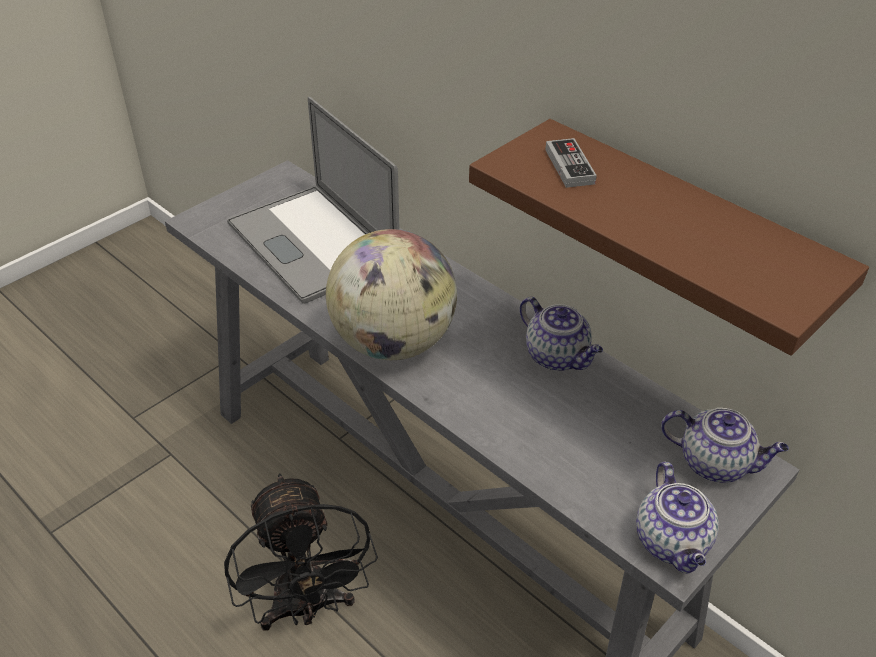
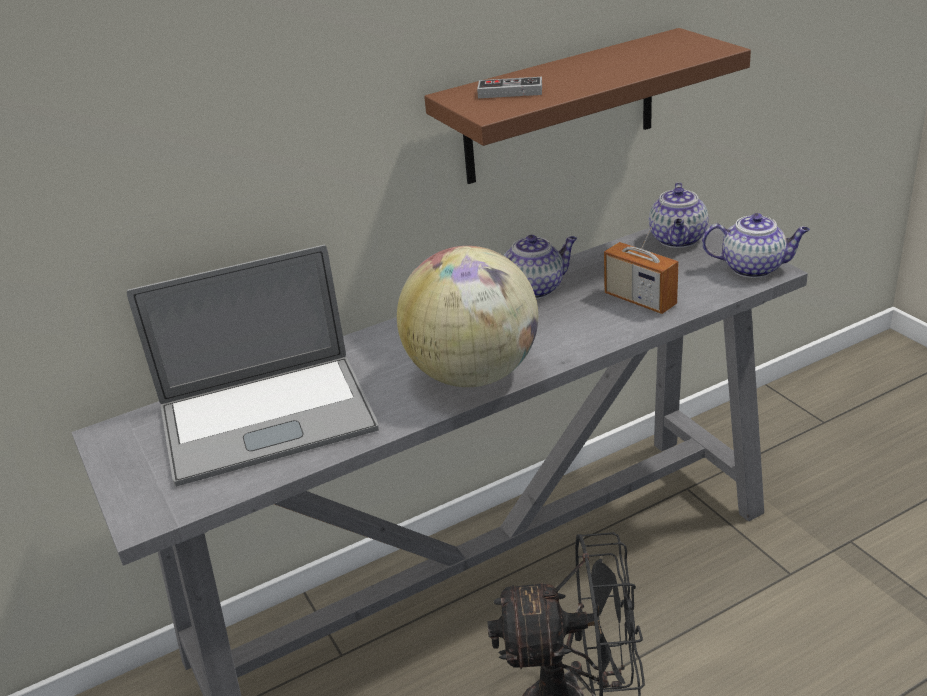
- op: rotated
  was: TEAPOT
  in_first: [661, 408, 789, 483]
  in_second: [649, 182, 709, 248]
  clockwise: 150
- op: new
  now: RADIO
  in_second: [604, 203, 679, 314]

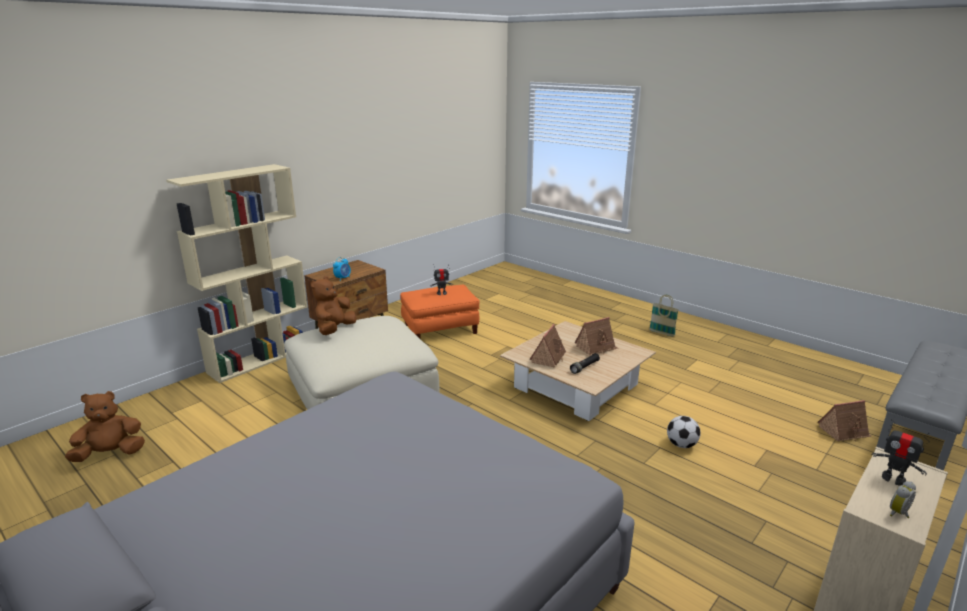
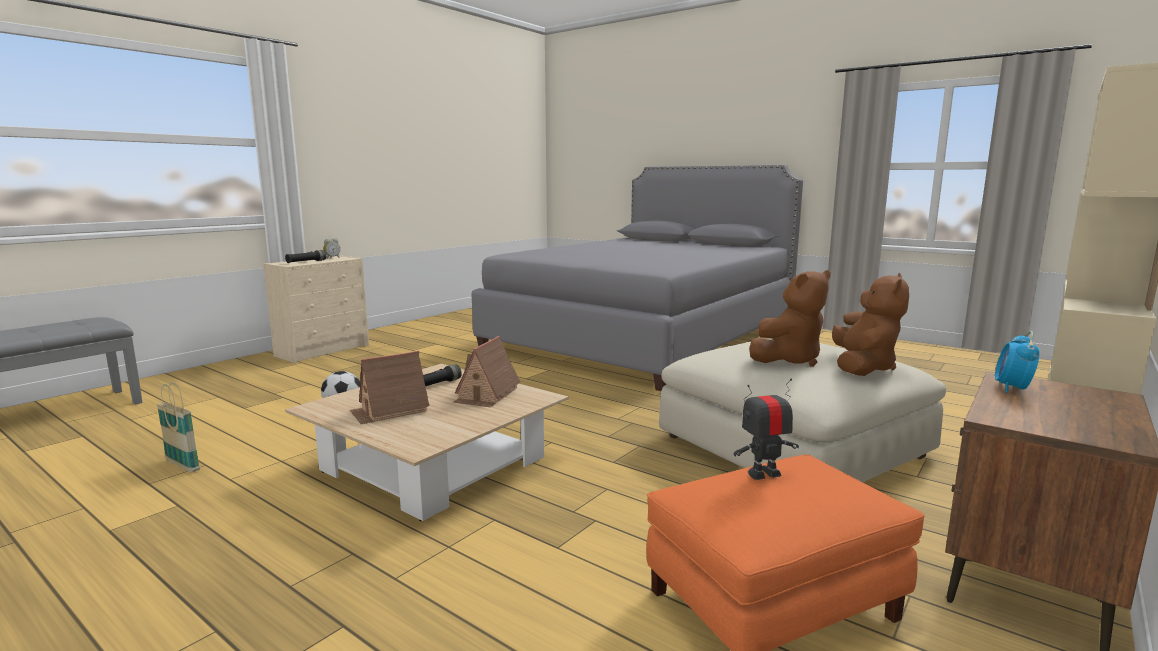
- op: shifted
  was: BROWNISH SOFT TOY
  in_first: [65, 391, 145, 462]
  in_second: [749, 270, 831, 367]
- op: shifted
  was: STORAGE BASKET
  in_first: [649, 295, 679, 336]
  in_second: [157, 382, 200, 473]
- op: gone
  was: MINIATURE HOUSE
  in_first: [817, 400, 872, 442]
- op: swapped
  was: TOY ROBOT
  now: BLACKISH TORCH
  in_first: [871, 419, 930, 486]
  in_second: [285, 250, 326, 263]

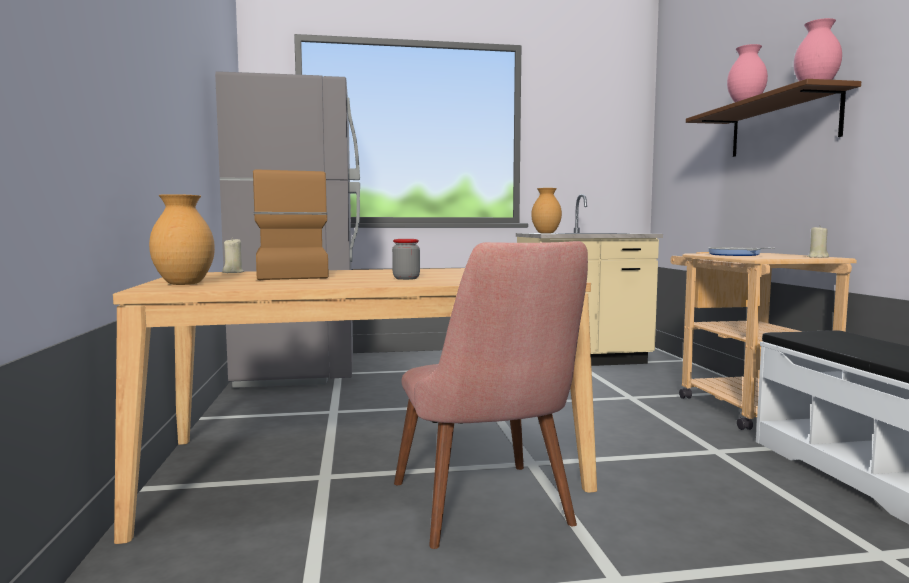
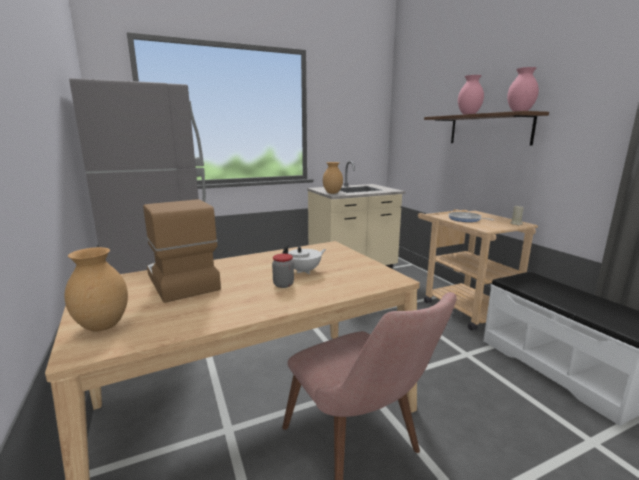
- op: gone
  was: BEIGE-COLOURED WAX LIGHT
  in_first: [222, 239, 244, 273]
- op: new
  now: WHITE TEAPOT
  in_second: [282, 245, 326, 274]

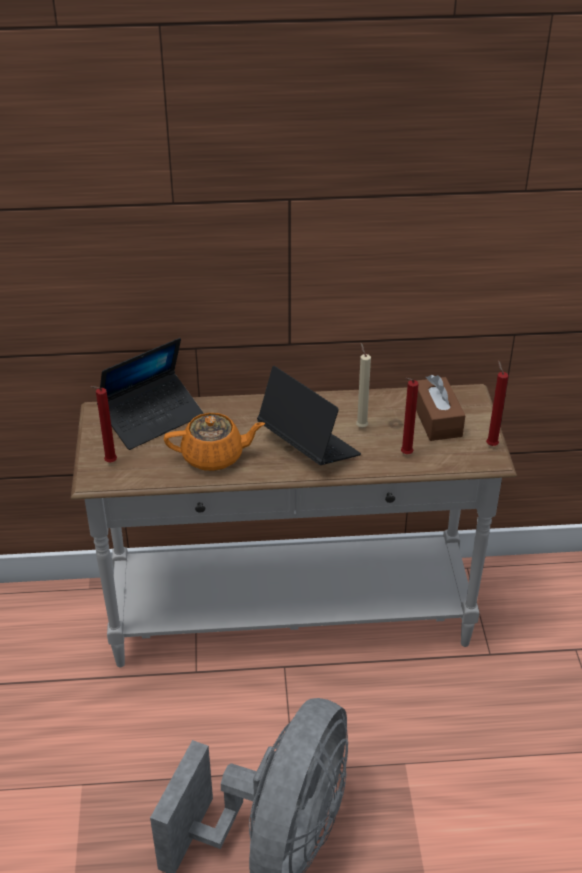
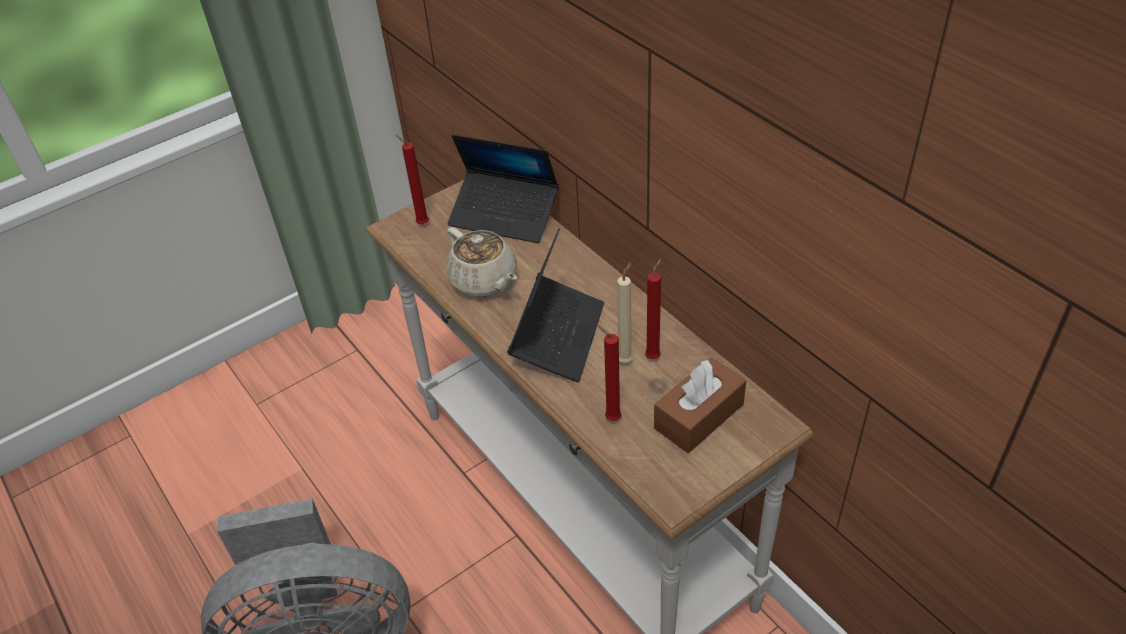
- op: repainted
  was: ORANGE TEAPOT
  now: BEIGE-COLOURED TEAPOT
  in_first: [163, 413, 265, 471]
  in_second: [446, 227, 517, 297]
- op: shifted
  was: RED-COLOURED WAX LIGHT
  in_first: [486, 360, 508, 446]
  in_second: [645, 258, 661, 359]

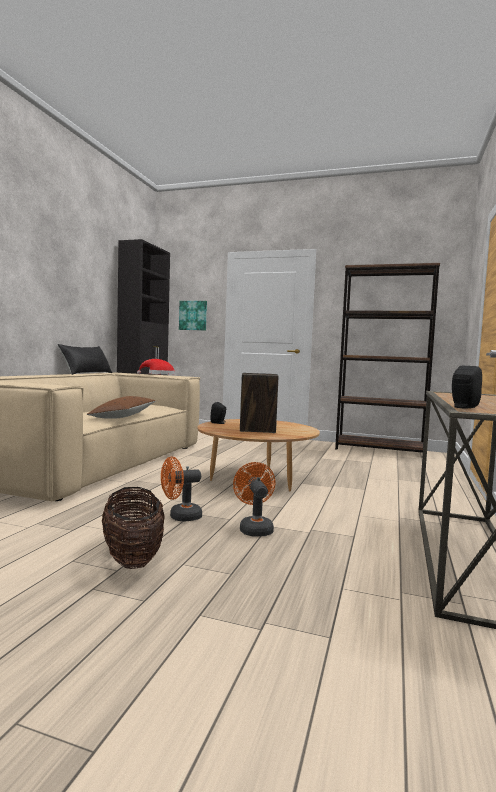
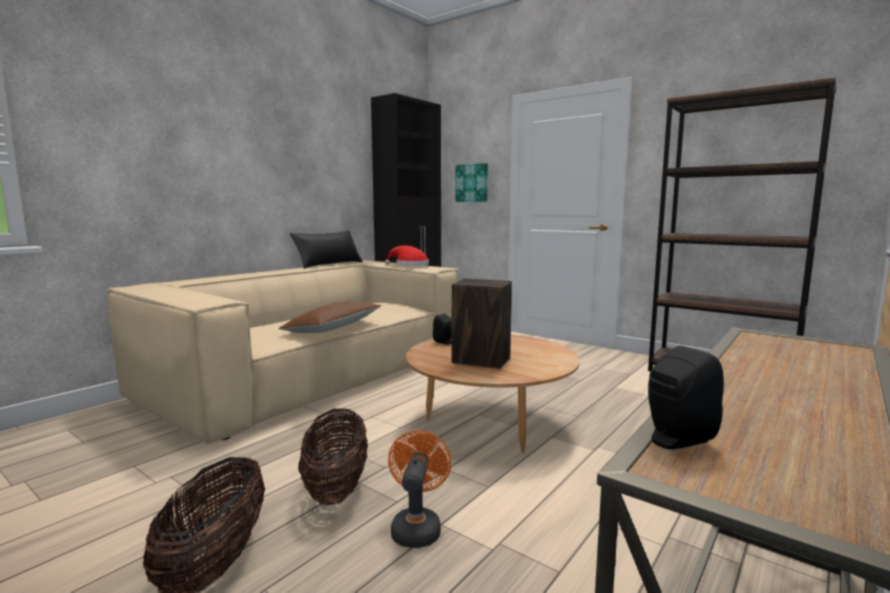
- op: swapped
  was: ORANGE FAN
  now: STORAGE BASKET
  in_first: [161, 456, 202, 522]
  in_second: [298, 409, 368, 505]

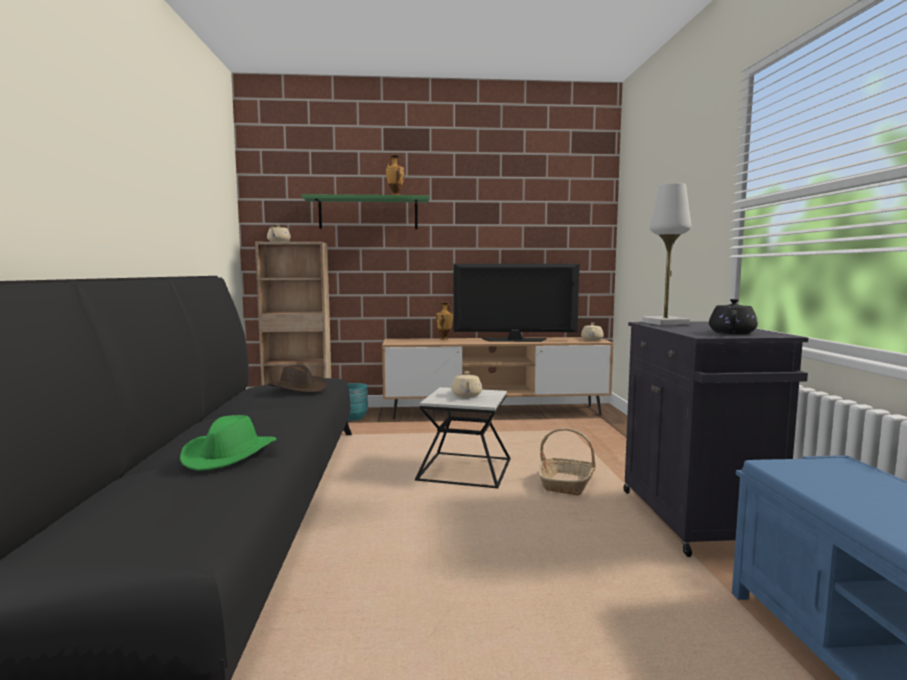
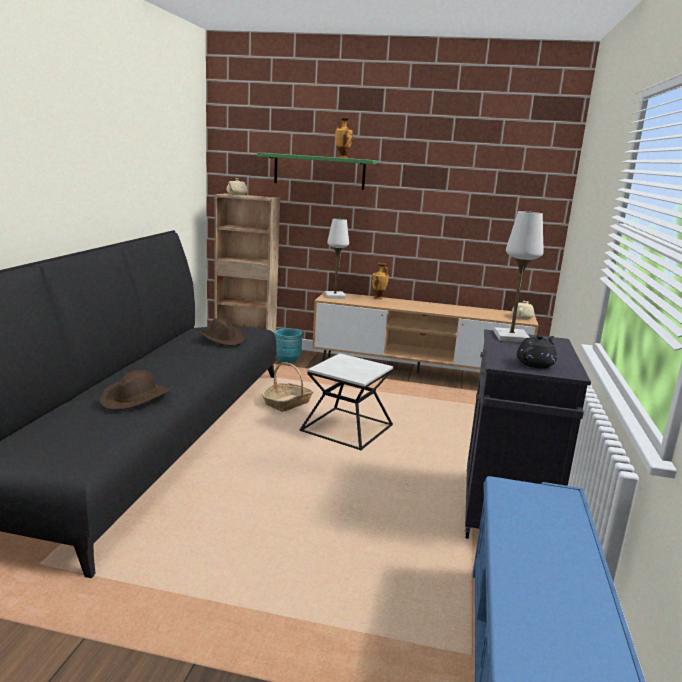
- op: repainted
  was: GREEN CLOTHING HAT
  now: BROWNISH CLOTHING HAT
  in_first: [180, 415, 277, 471]
  in_second: [100, 370, 170, 410]
- op: gone
  was: BEIGE-COLOURED TEAPOT
  in_first: [451, 371, 482, 398]
- op: gone
  was: TELEVISION
  in_first: [454, 264, 579, 342]
- op: shifted
  was: STORAGE BASKET
  in_first: [539, 428, 596, 495]
  in_second: [262, 362, 314, 411]
- op: new
  now: WHITE TABLE LAMP
  in_second: [325, 219, 349, 299]

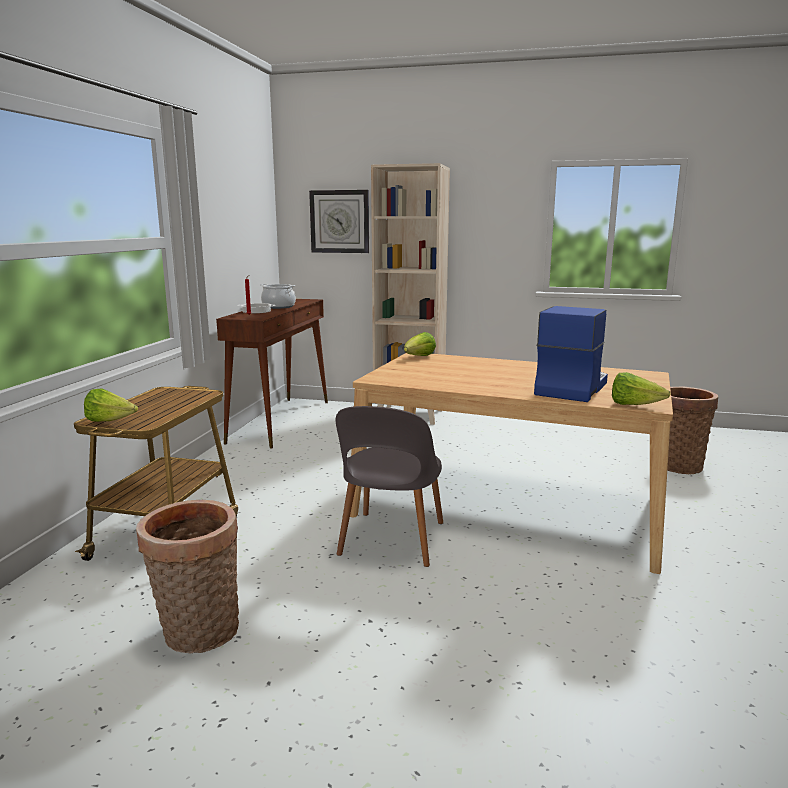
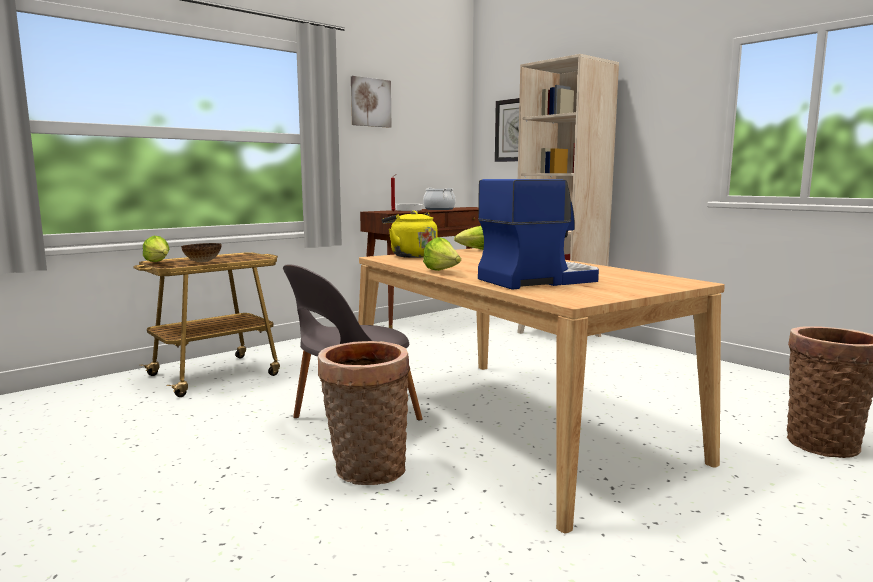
- op: shifted
  was: STORAGE BASKET
  in_first: [136, 500, 239, 654]
  in_second: [318, 341, 410, 485]
- op: shifted
  was: HEAD OF LETTUCE
  in_first: [612, 372, 671, 405]
  in_second: [423, 237, 461, 271]
- op: new
  now: SERVING BOWL
  in_second: [181, 243, 221, 262]
- op: new
  now: WALL PICTURE
  in_second: [351, 76, 391, 128]
- op: new
  now: YELLOW KETTLE
  in_second: [382, 211, 437, 258]

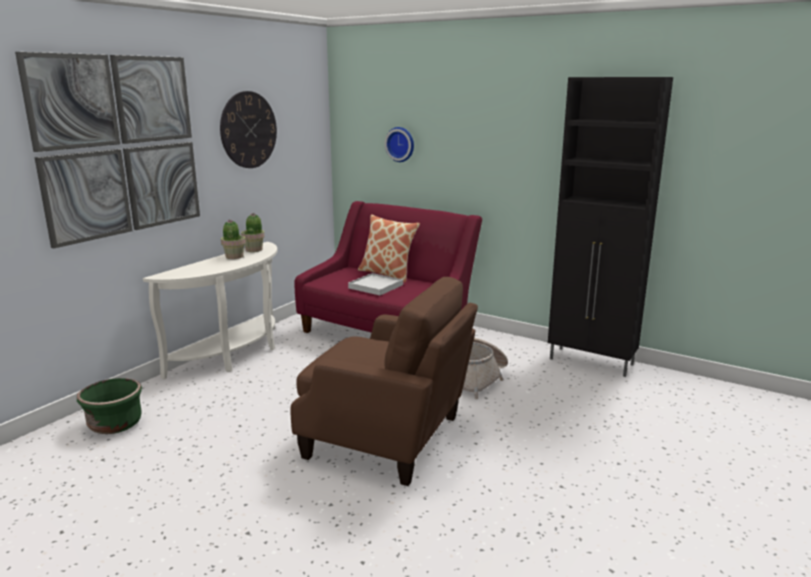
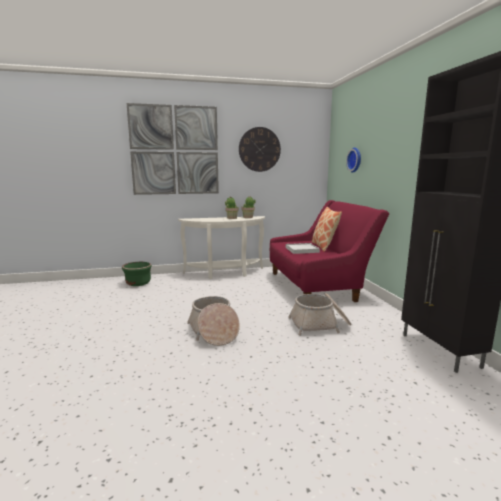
- op: swapped
  was: BROWNISH ARMCHAIR
  now: STORAGE BASKET
  in_first: [290, 277, 478, 486]
  in_second: [187, 296, 240, 346]

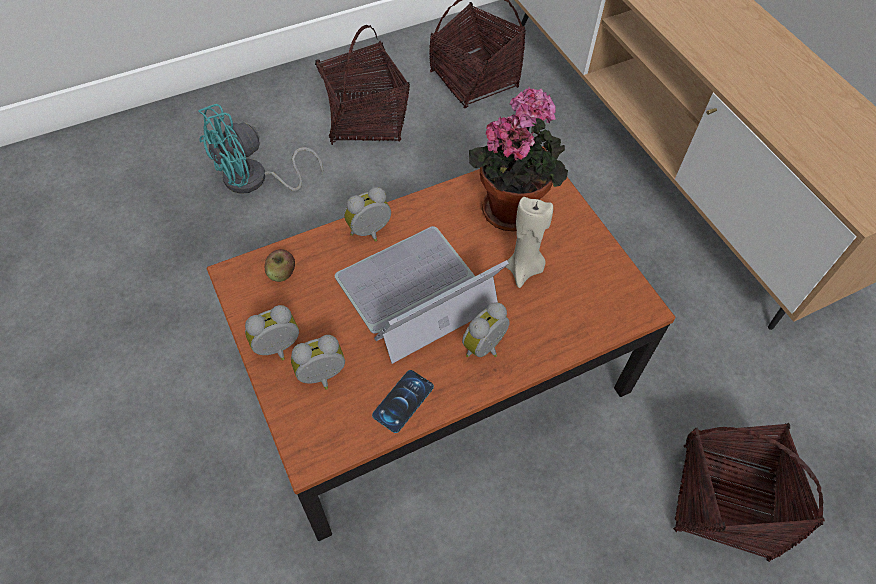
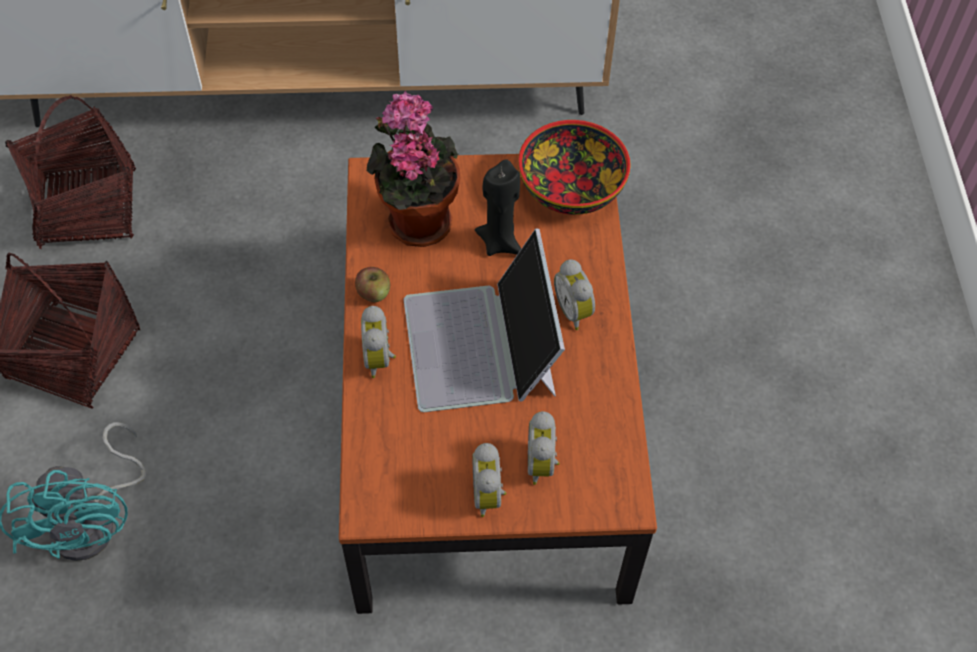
- op: shifted
  was: APPLE FRUIT
  in_first: [265, 249, 295, 282]
  in_second: [355, 267, 390, 302]
- op: gone
  was: PHONE
  in_first: [372, 370, 434, 433]
- op: repainted
  was: BEIGE-COLOURED WAX LIGHT
  now: BLACKISH WAX LIGHT
  in_first: [506, 197, 553, 288]
  in_second: [475, 159, 521, 256]
- op: gone
  was: STORAGE BASKET
  in_first: [673, 423, 825, 562]
- op: new
  now: SERVING BOWL
  in_second: [518, 120, 631, 215]

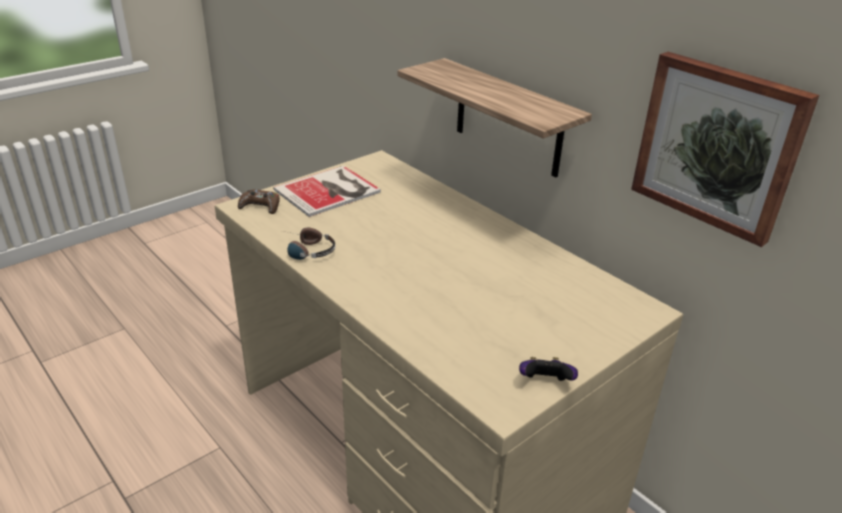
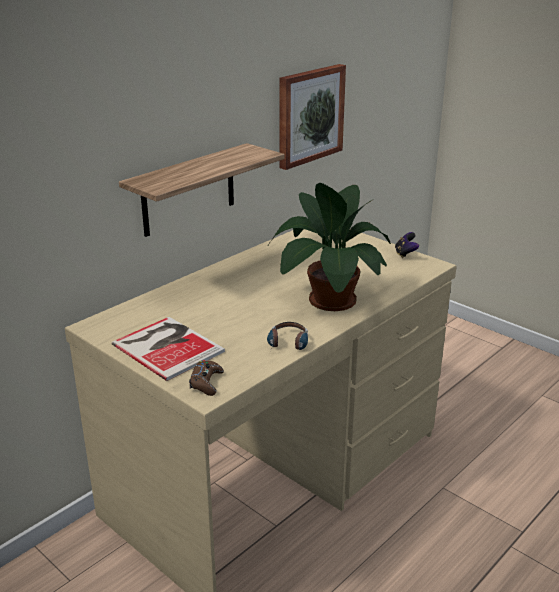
- op: new
  now: POTTED PLANT
  in_second: [267, 183, 391, 311]

